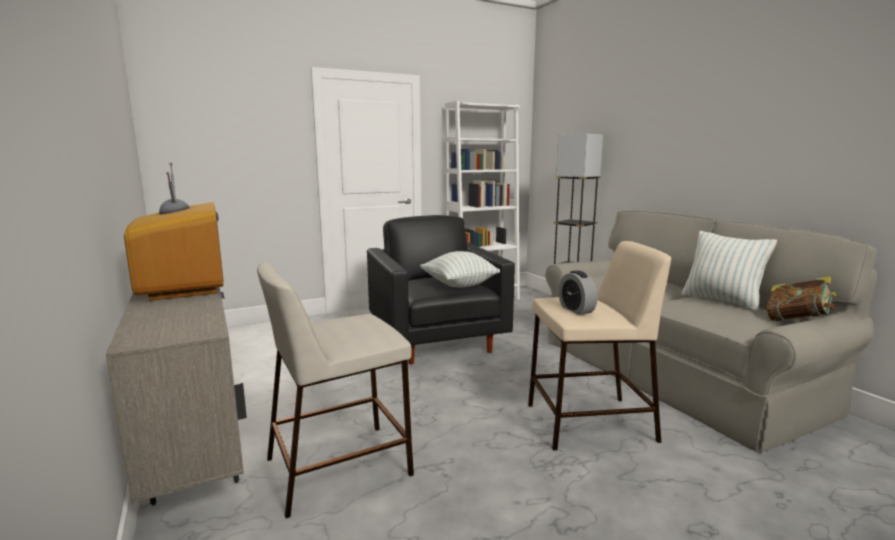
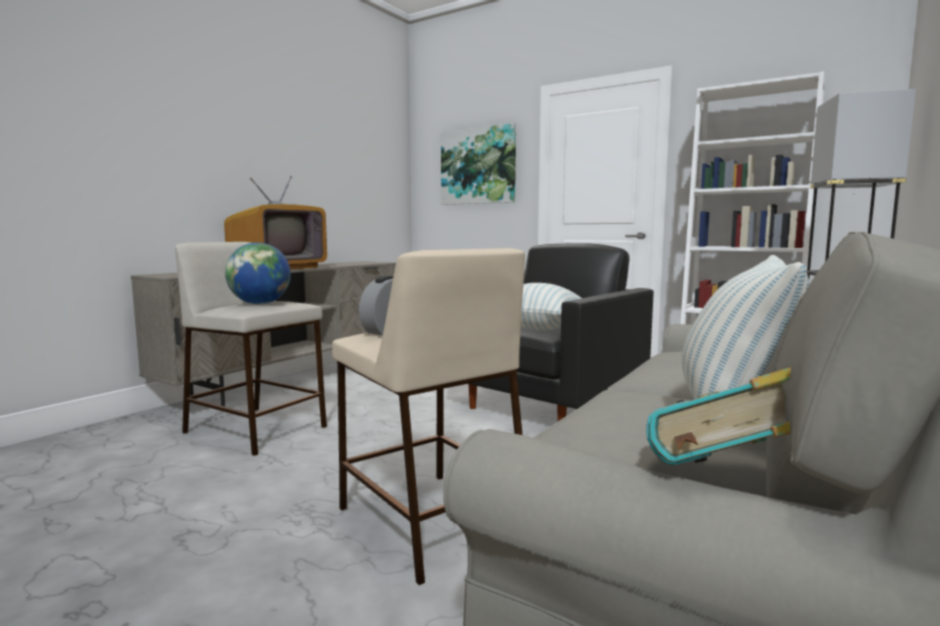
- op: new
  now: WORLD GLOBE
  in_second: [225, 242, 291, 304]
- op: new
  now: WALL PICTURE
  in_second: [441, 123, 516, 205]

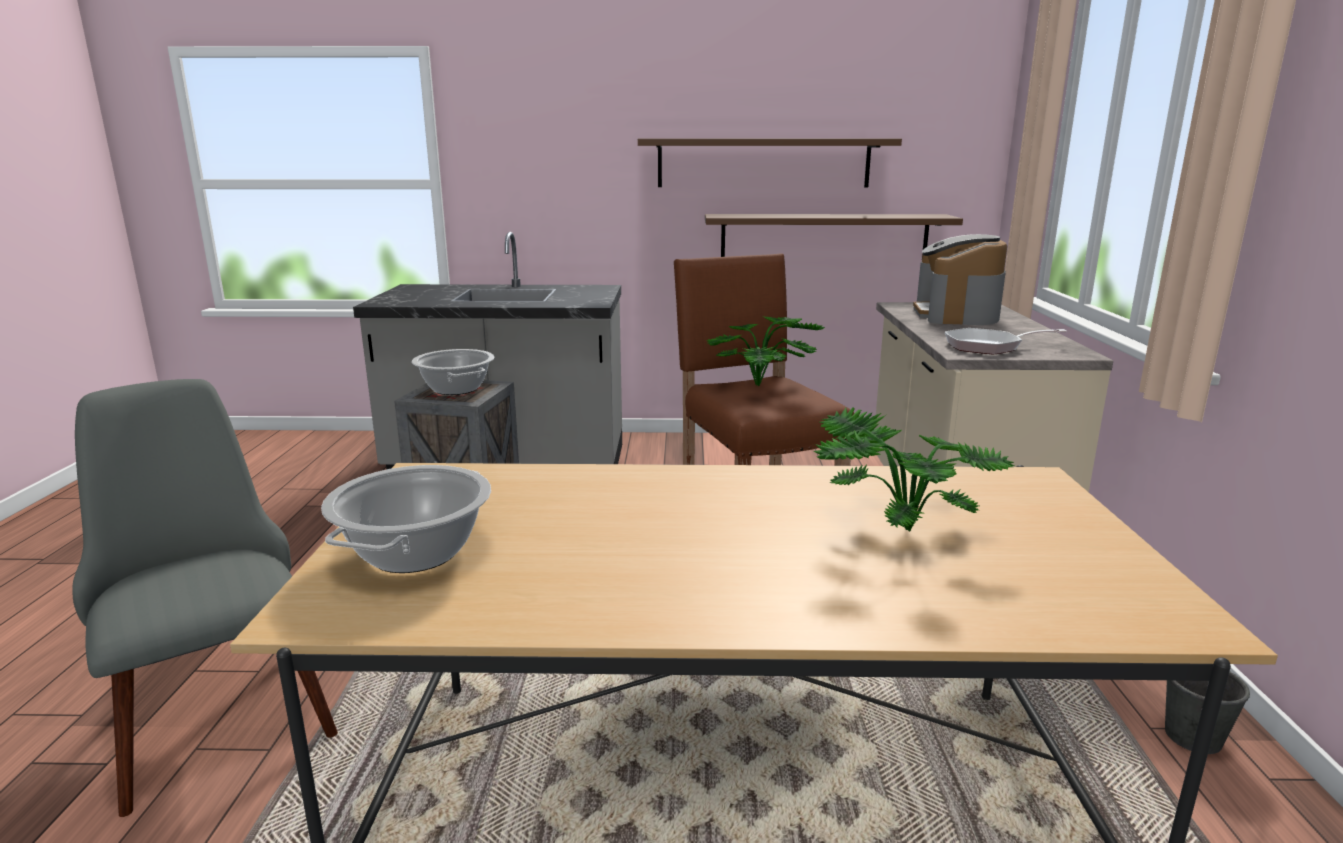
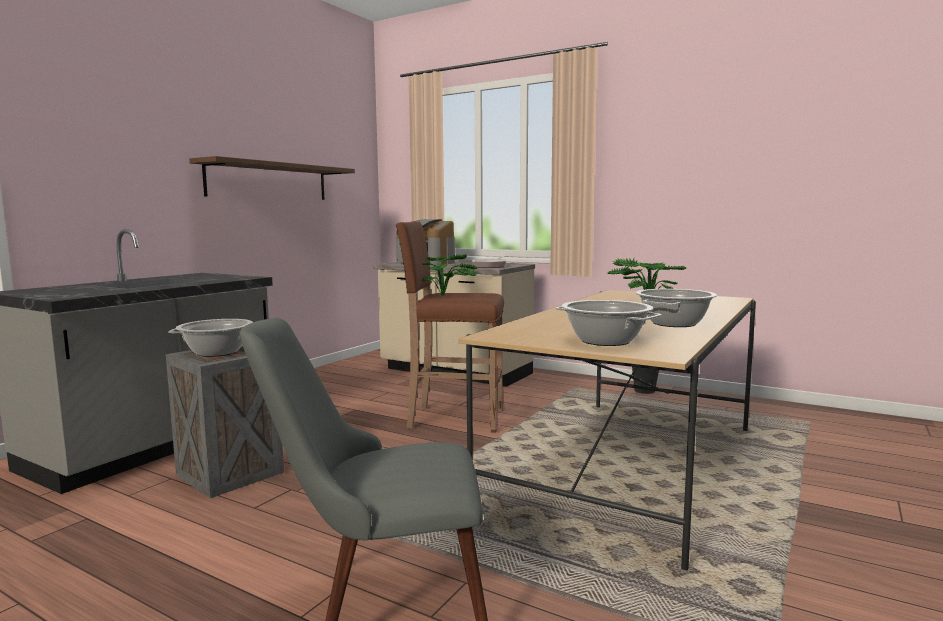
- op: gone
  was: BROWNISH BRACKET SHELF
  in_first: [705, 214, 963, 257]
- op: new
  now: SAUCEPOT
  in_second: [636, 289, 717, 327]

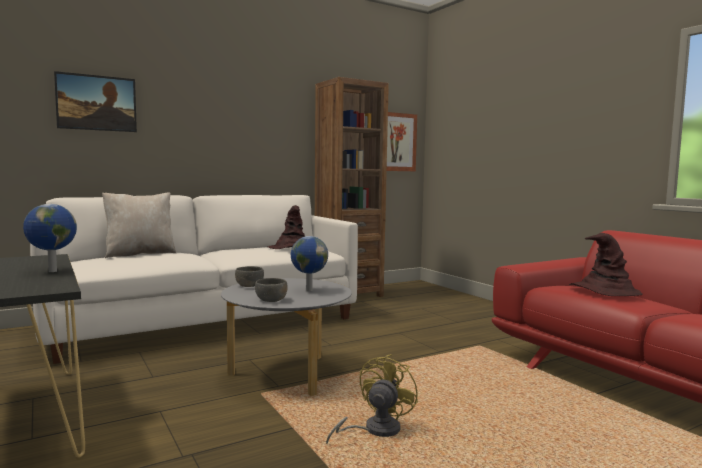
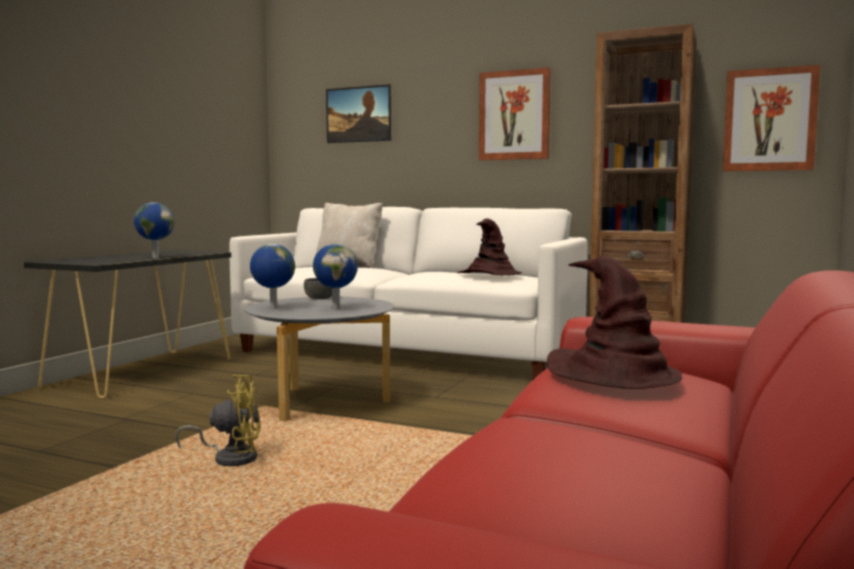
- op: swapped
  was: GRAY SERVING BOWL
  now: WORLD GLOBE
  in_first: [255, 278, 288, 302]
  in_second: [250, 244, 295, 309]
- op: new
  now: WALL PICTURE
  in_second: [479, 67, 551, 160]

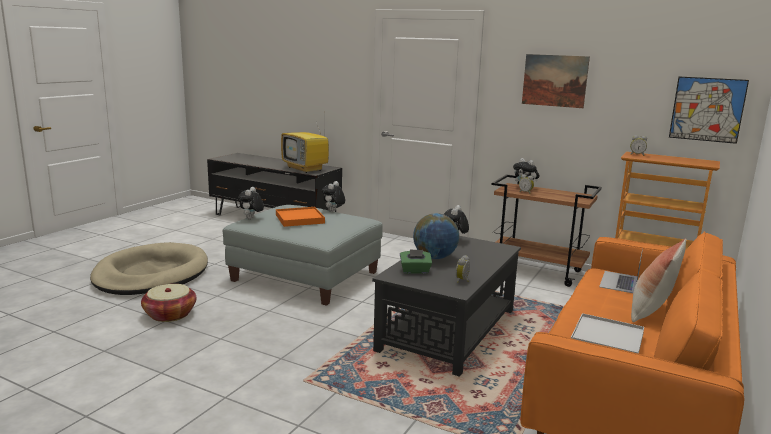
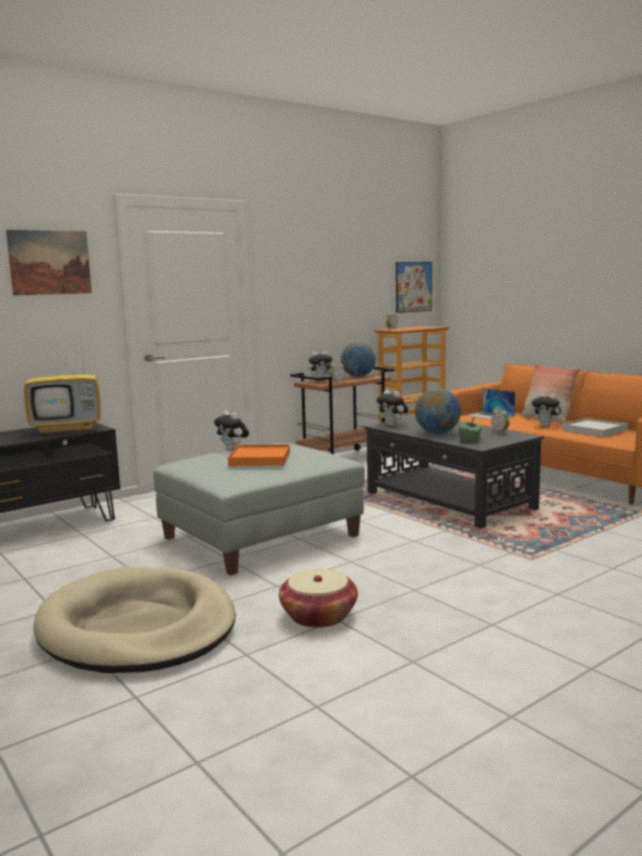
- op: shifted
  was: SOFT TOY
  in_first: [238, 187, 264, 219]
  in_second: [532, 393, 563, 427]
- op: shifted
  was: WALL PICTURE
  in_first: [522, 54, 590, 108]
  in_second: [6, 230, 92, 296]
- op: new
  now: WORLD GLOBE
  in_second: [341, 342, 376, 377]

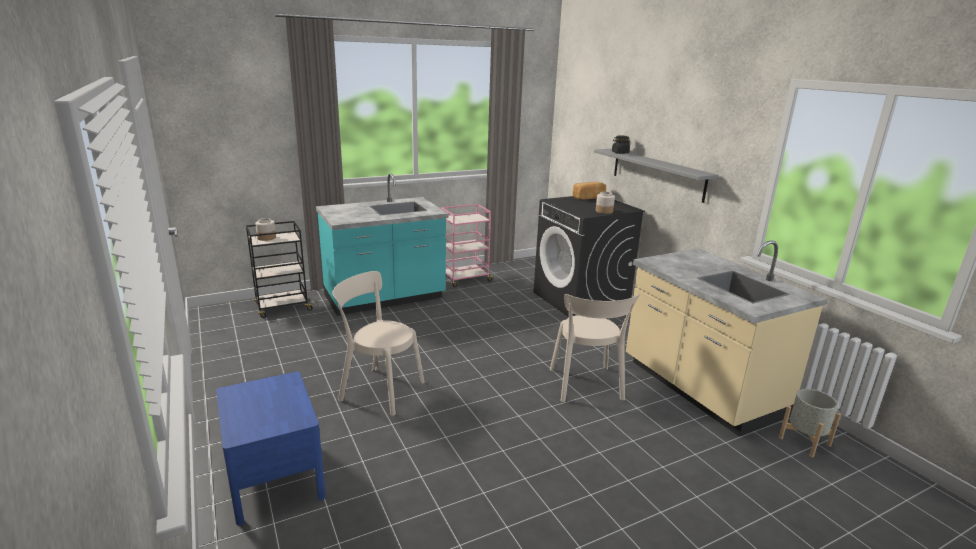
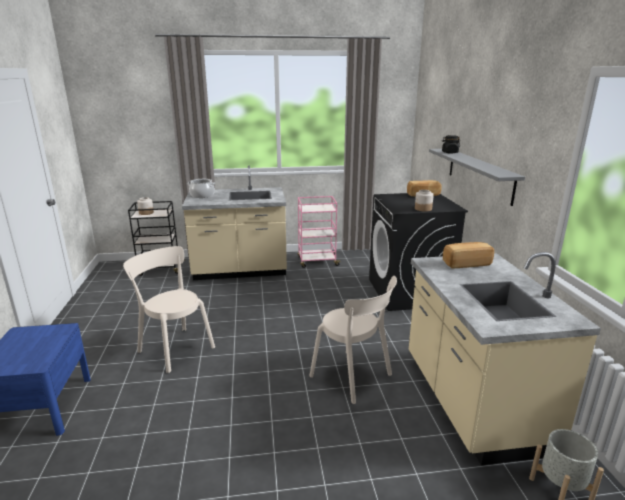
- op: repainted
  was: TURQUOISE KITCHEN BASE UNIT
  now: BEIGE-COLOURED KITCHEN BASE UNIT
  in_first: [316, 173, 449, 316]
  in_second: [182, 166, 287, 280]
- op: rotated
  was: BEIGE-COLOURED UPRIGHT CHAIR
  in_first: [550, 294, 640, 402]
  in_second: [309, 276, 397, 404]
  clockwise: -60
- op: new
  now: SAUCEPOT
  in_second: [187, 179, 215, 198]
- op: new
  now: BAKED BREAD
  in_second: [443, 242, 494, 268]

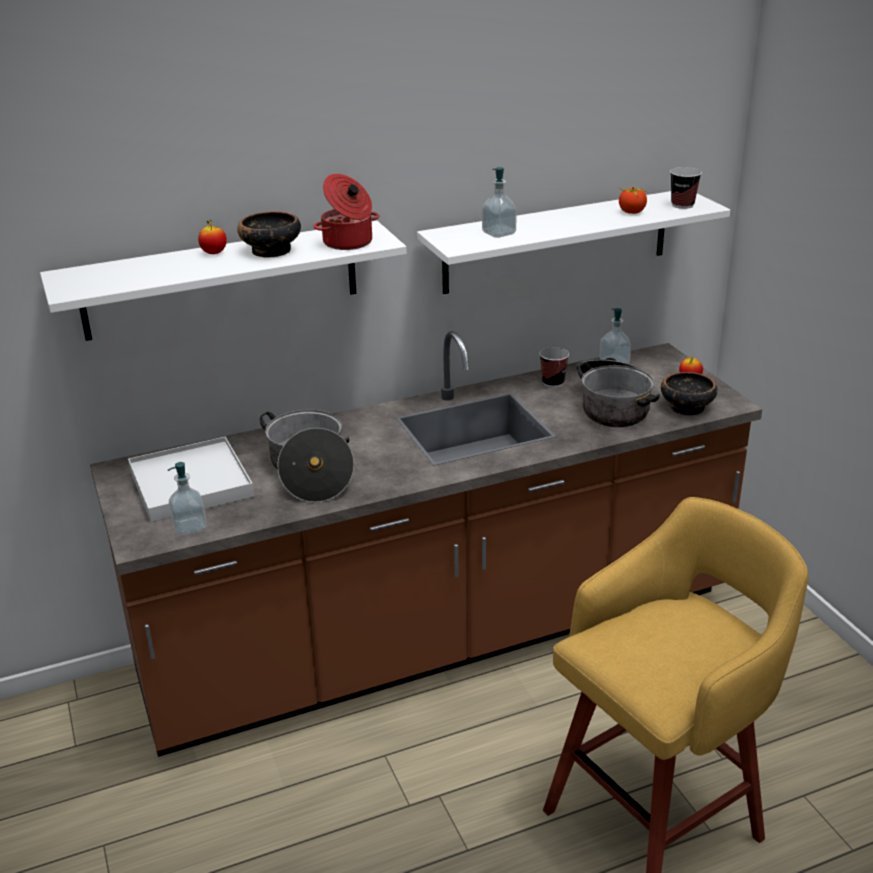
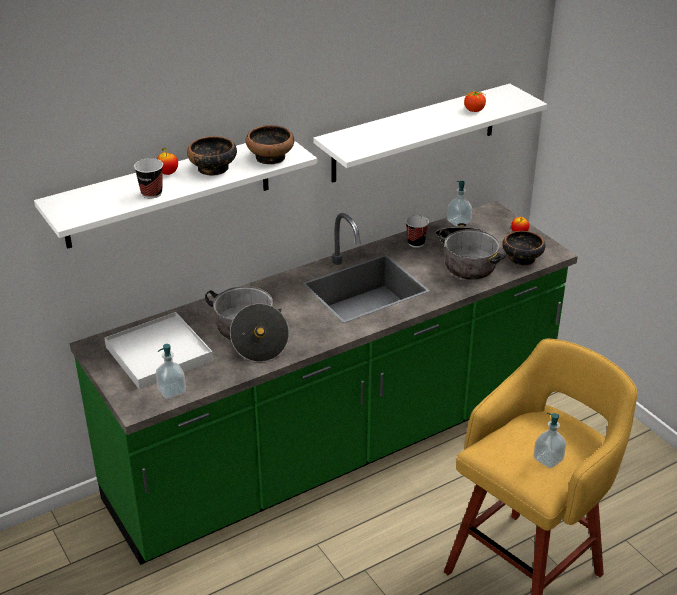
- op: repainted
  was: BROWNISH KITCHEN BASE UNIT
  now: GREEN KITCHEN BASE UNIT
  in_first: [90, 331, 762, 757]
  in_second: [70, 201, 578, 565]
- op: swapped
  was: SAUCEPOT
  now: SERVING BOWL
  in_first: [314, 174, 379, 250]
  in_second: [246, 125, 294, 164]
- op: shifted
  was: LIQUID SOAP BOTTLE
  in_first: [482, 167, 517, 238]
  in_second: [533, 413, 567, 468]
- op: shifted
  was: CUP
  in_first: [670, 167, 702, 209]
  in_second: [134, 158, 163, 198]

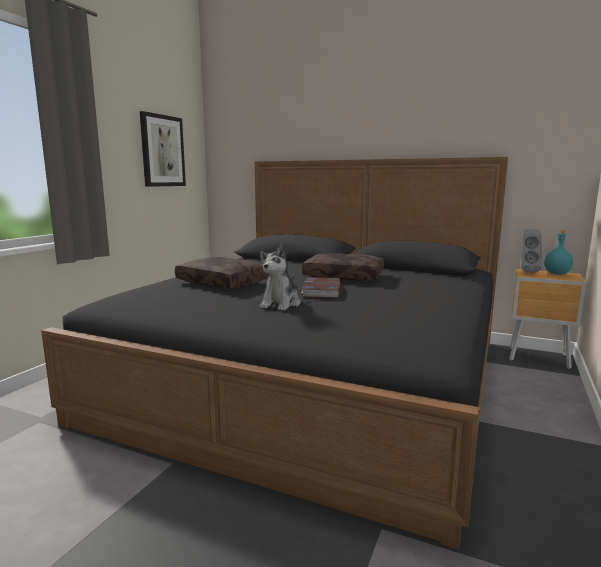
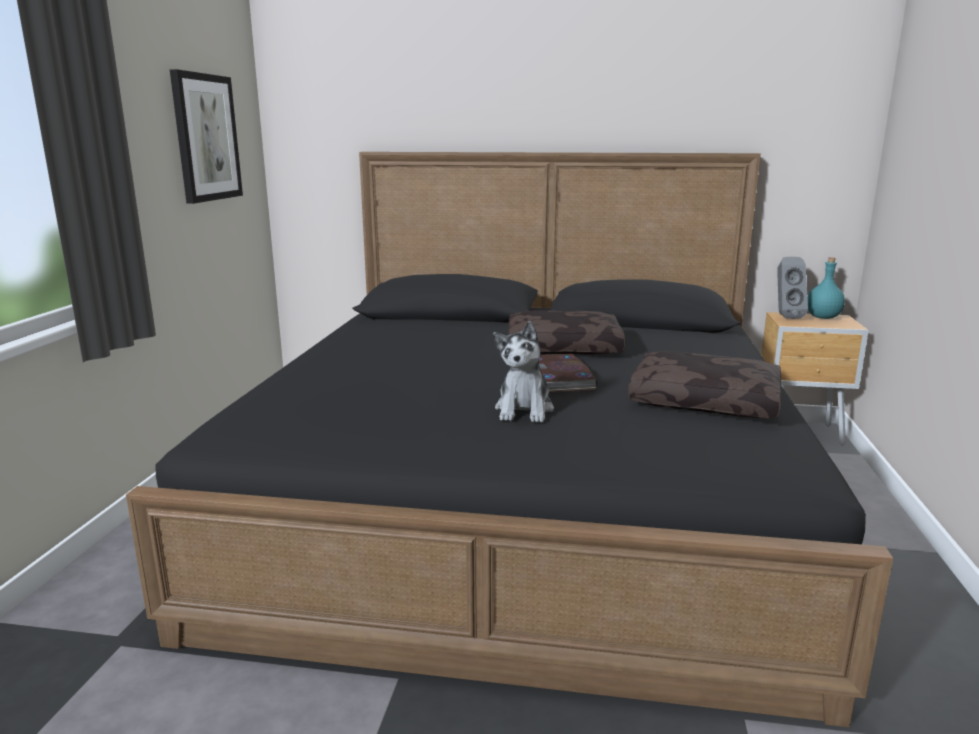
- op: shifted
  was: BROWNISH PILLOW
  in_first: [175, 257, 269, 289]
  in_second: [628, 351, 781, 418]

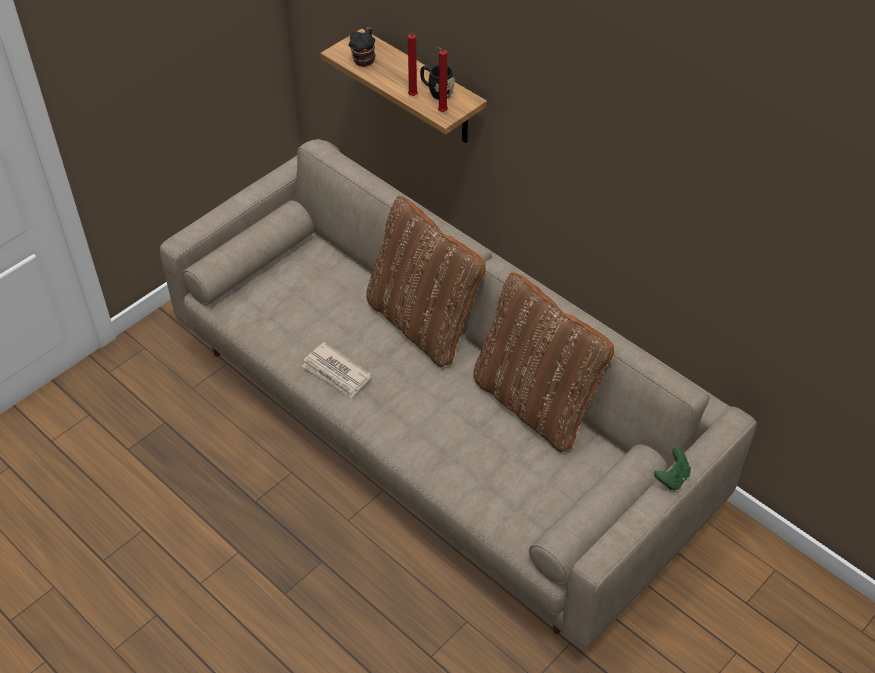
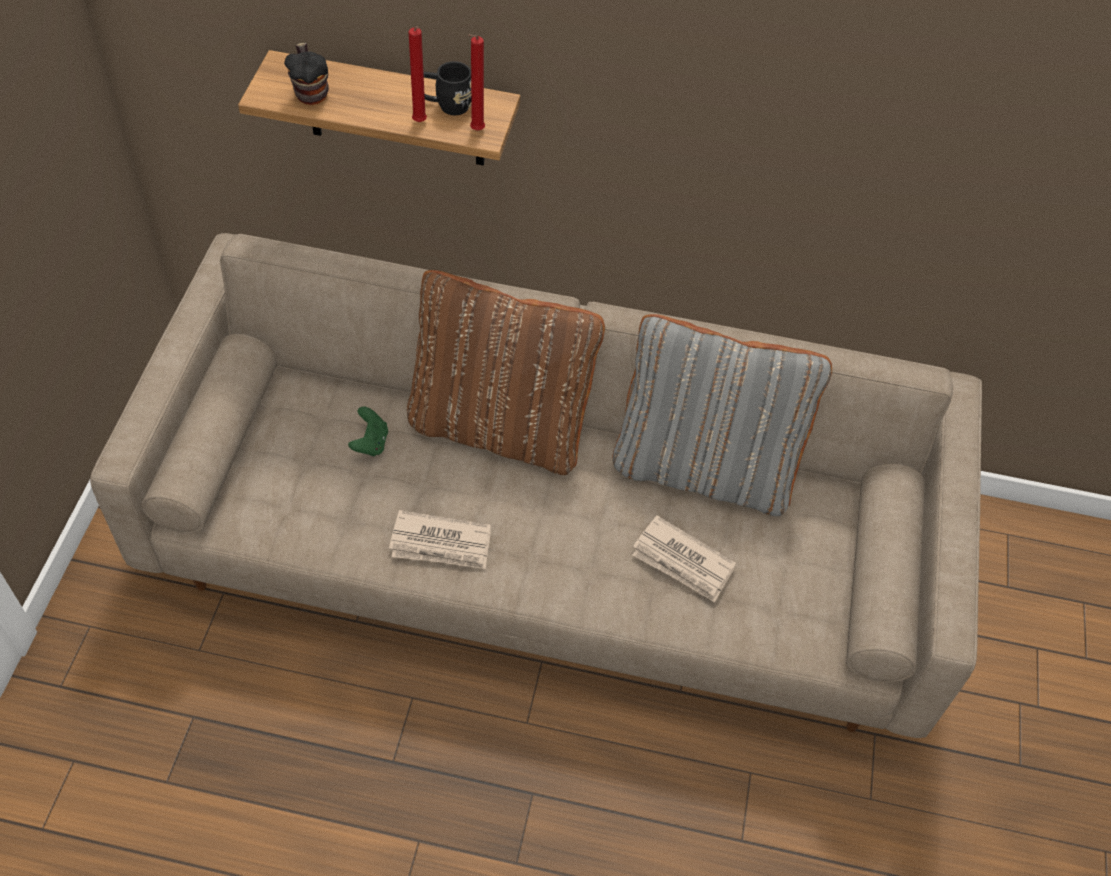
- op: repainted
  was: BROWNISH PILLOW
  now: GRAY PILLOW
  in_first: [473, 272, 614, 453]
  in_second: [612, 314, 832, 516]
- op: shifted
  was: GREEN JOYPAD
  in_first: [654, 448, 691, 490]
  in_second: [348, 407, 388, 456]
- op: new
  now: PRINTED PAPER
  in_second: [632, 516, 736, 602]

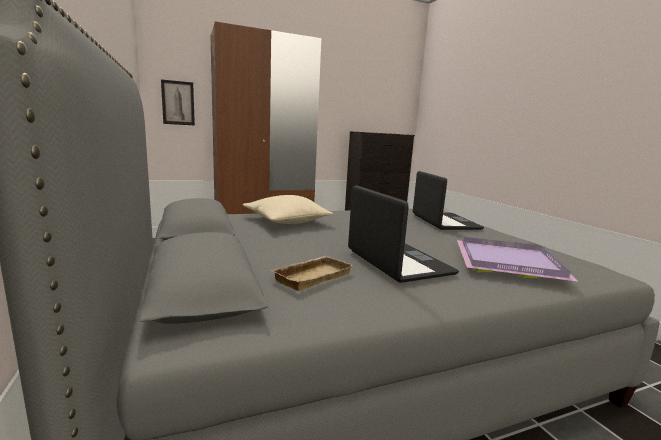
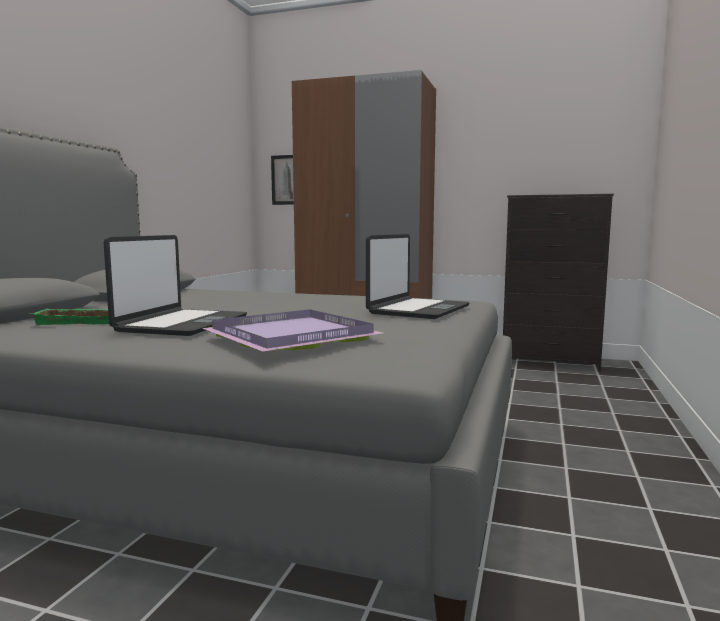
- op: gone
  was: BEIGE-COLOURED PILLOW
  in_first: [242, 195, 333, 224]
- op: repainted
  was: BEIGE-COLOURED SERVING TRAY
  now: GREEN SERVING TRAY
  in_first: [271, 256, 353, 291]
  in_second: [29, 309, 109, 325]

